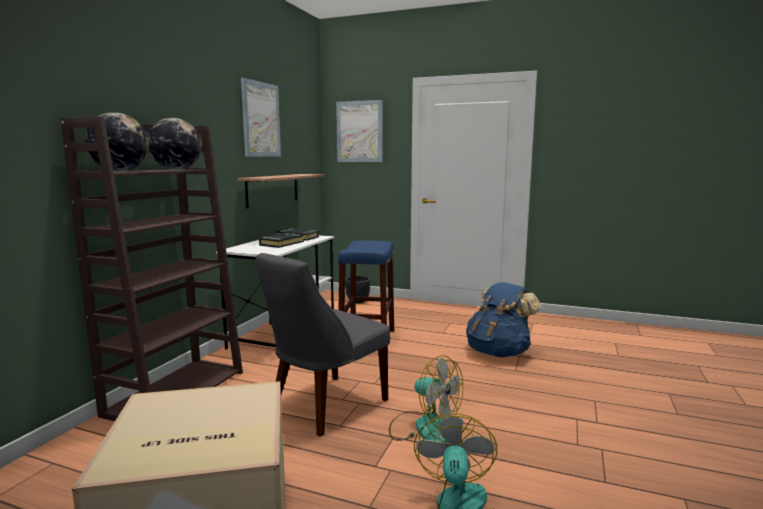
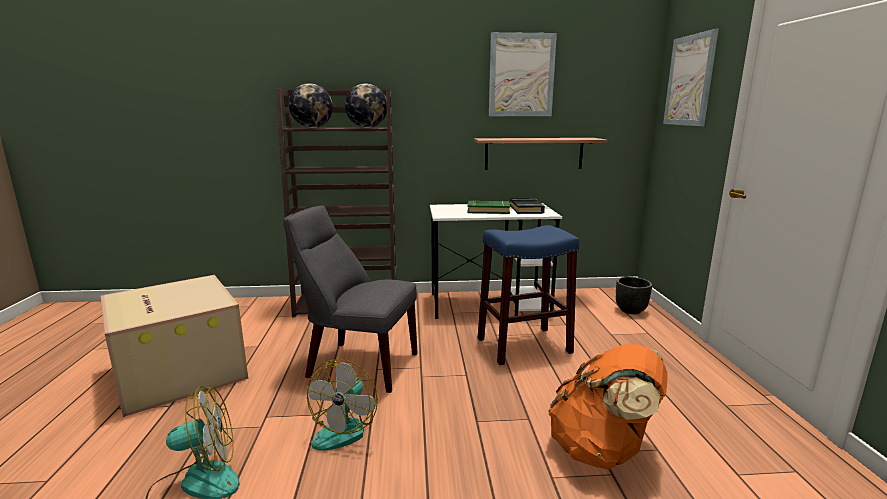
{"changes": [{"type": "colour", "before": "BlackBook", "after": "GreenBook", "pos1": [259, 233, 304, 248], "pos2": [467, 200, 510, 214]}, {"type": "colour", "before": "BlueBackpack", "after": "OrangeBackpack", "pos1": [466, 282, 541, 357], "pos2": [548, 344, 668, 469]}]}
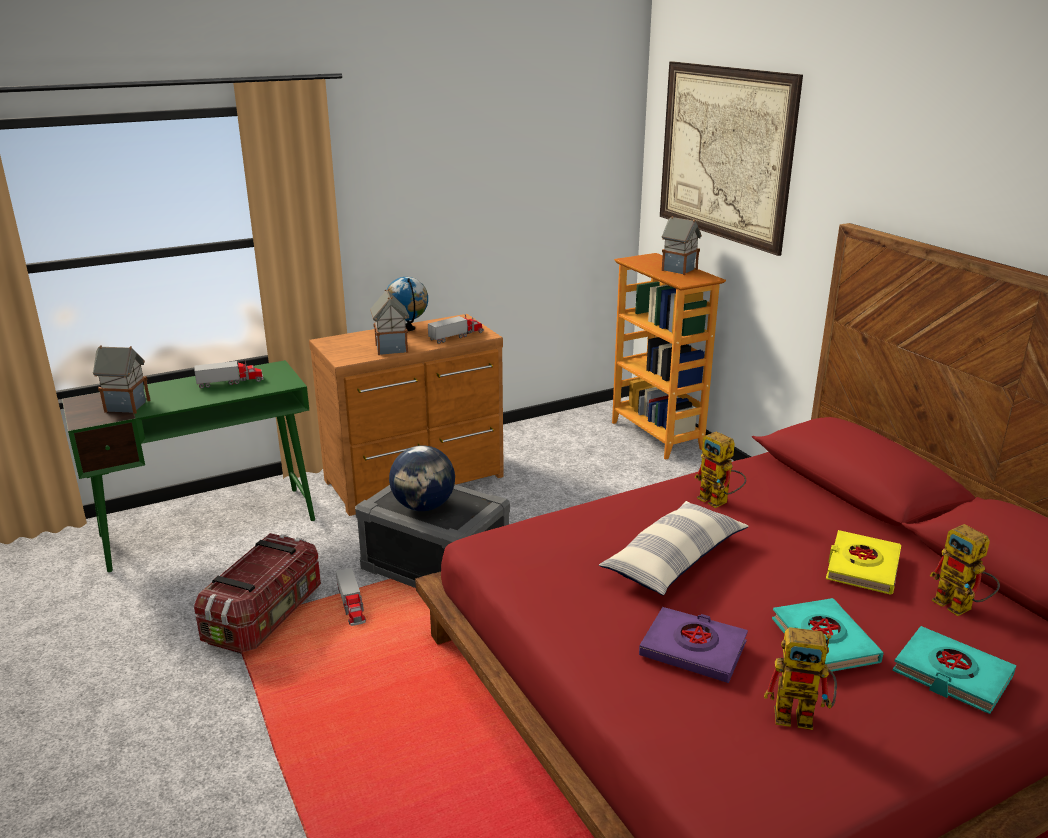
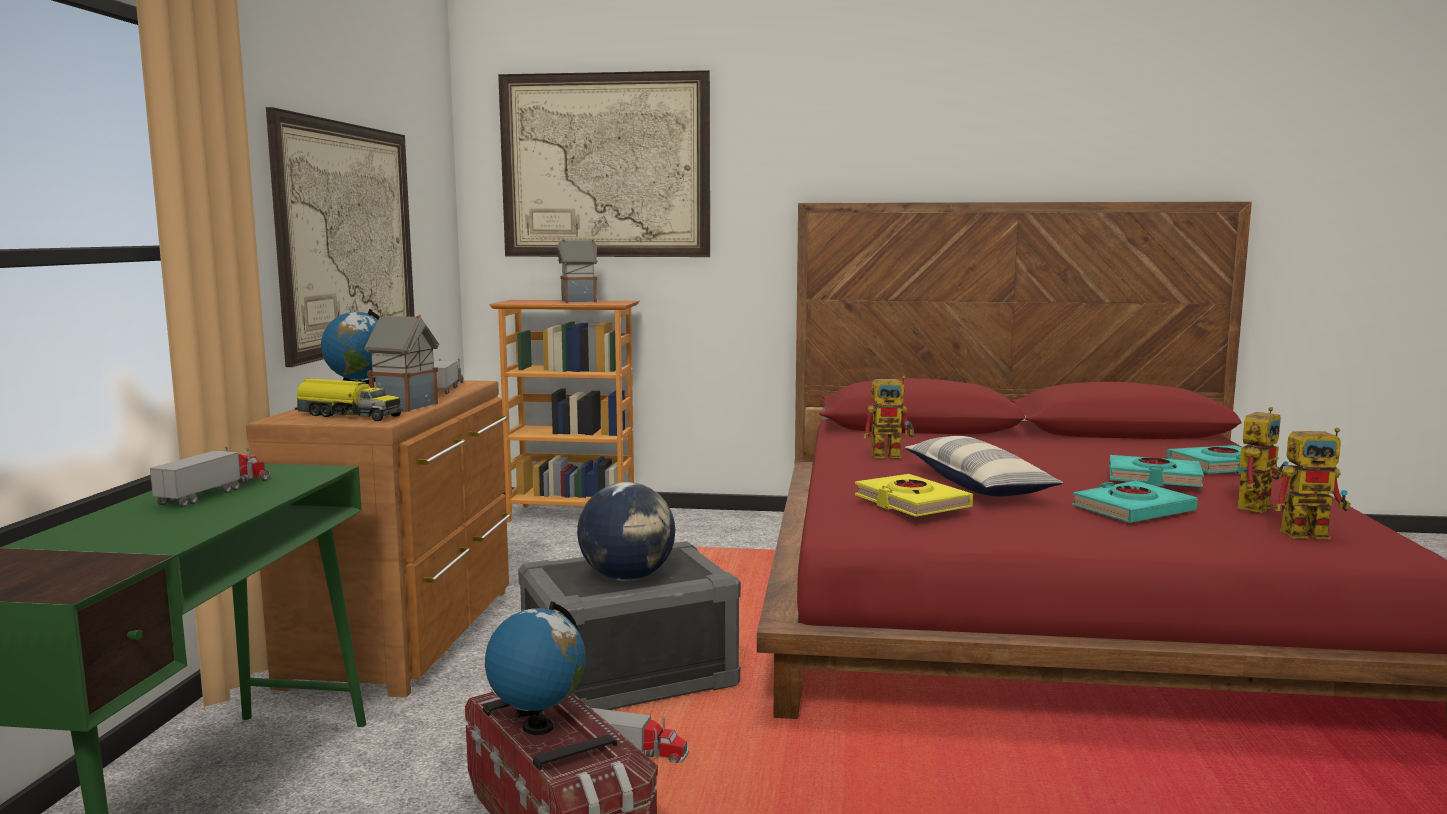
{"changes": [{"type": "missing", "before": "ToyHouse", "pos1": [93, 345, 151, 414]}, {"type": "colour", "before": "PurpleBook", "after": "TurquoiseBook", "pos1": [639, 607, 748, 683], "pos2": [1072, 481, 1198, 523]}, {"type": "relocated", "before": "YellowBook", "pos1": [826, 530, 901, 595], "pos2": [855, 474, 973, 517]}, {"type": "relocated", "before": "ToyRobot", "pos1": [930, 524, 1000, 616], "pos2": [1275, 428, 1351, 539]}, {"type": "appeared", "after": "Picture", "pos2": [266, 107, 415, 367]}, {"type": "appeared", "after": "ToyTruck", "pos2": [295, 378, 402, 421]}, {"type": "appeared", "after": "Globe", "pos2": [485, 601, 586, 735]}]}
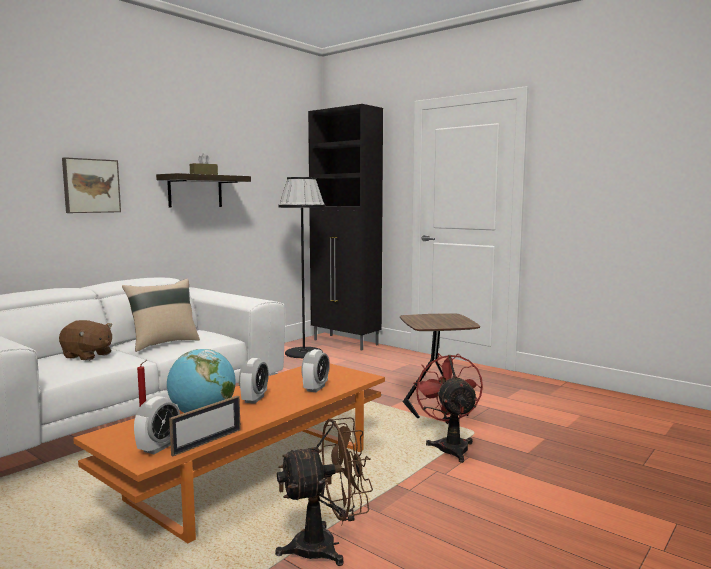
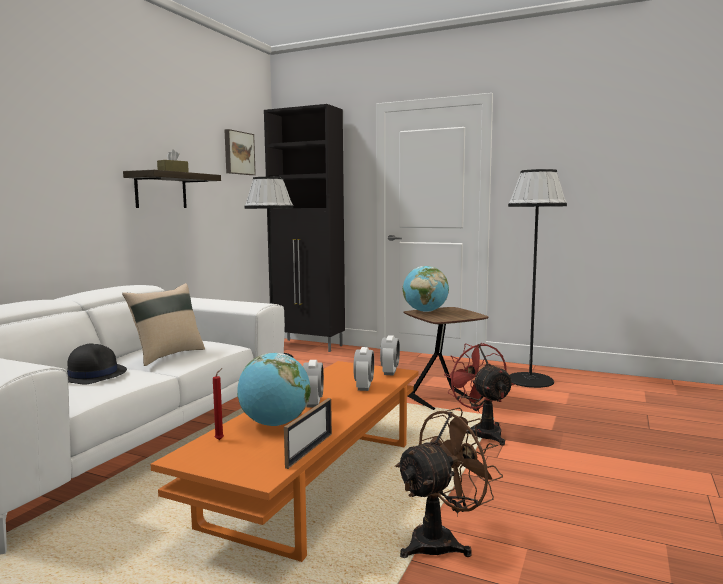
{"changes": [{"type": "exchanged", "before": "BrownPlushToy", "after": "BlackHat", "pos1": [59, 320, 112, 361], "pos2": [67, 343, 127, 384]}, {"type": "relocated", "before": "Picture", "pos1": [62, 157, 121, 213], "pos2": [225, 129, 256, 175]}, {"type": "relocated", "before": "AlarmClock", "pos1": [134, 396, 180, 454], "pos2": [380, 335, 400, 376]}, {"type": "appeared", "after": "Globe", "pos2": [403, 266, 449, 312]}, {"type": "appeared", "after": "BlackFloorLamp", "pos2": [508, 169, 567, 388]}]}
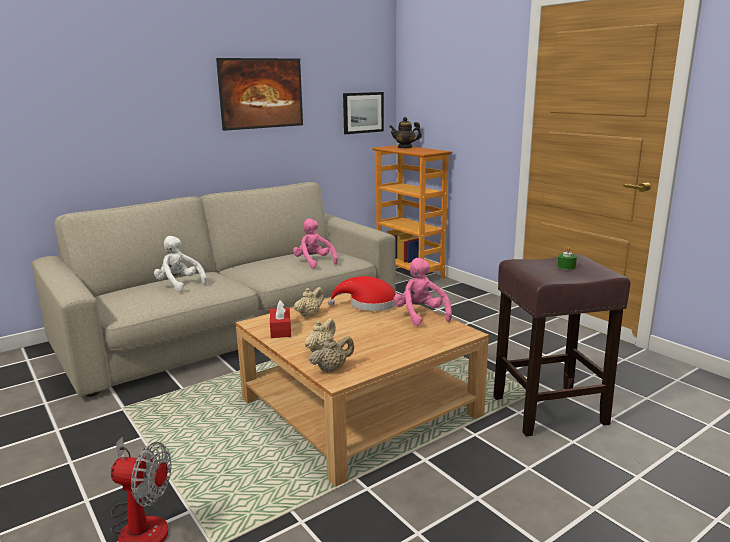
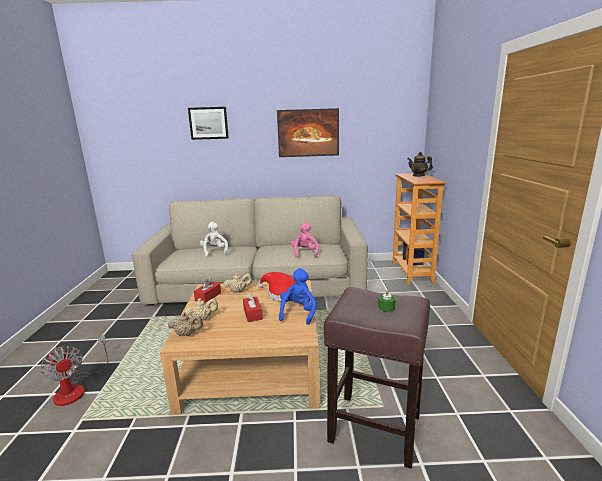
{"changes": [{"type": "relocated", "before": "Picture", "pos1": [343, 92, 384, 134], "pos2": [188, 107, 229, 140]}, {"type": "colour", "before": "PinkPlushToy", "after": "BluePlushToy", "pos1": [393, 258, 452, 326], "pos2": [279, 268, 316, 325]}, {"type": "appeared", "after": "RedTissueBox", "pos2": [243, 293, 263, 322]}]}
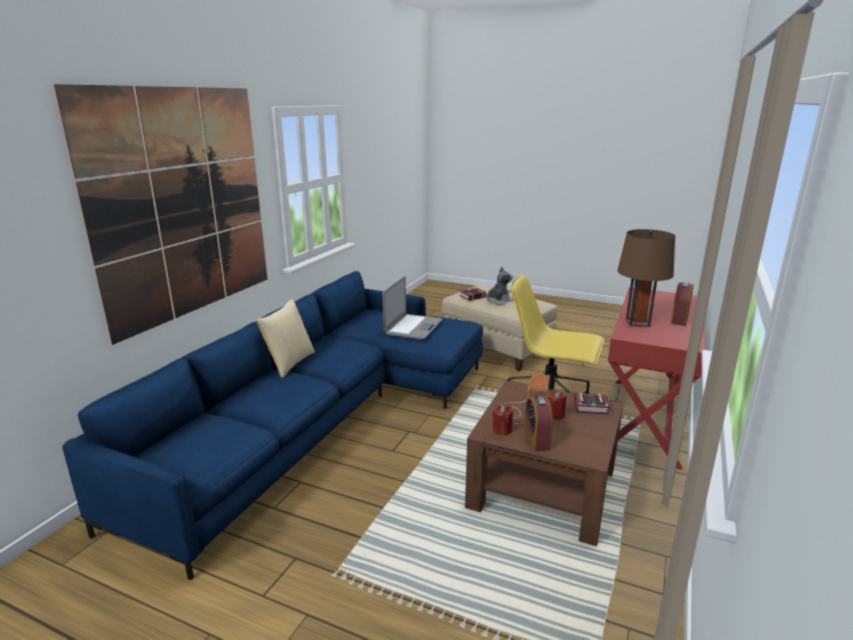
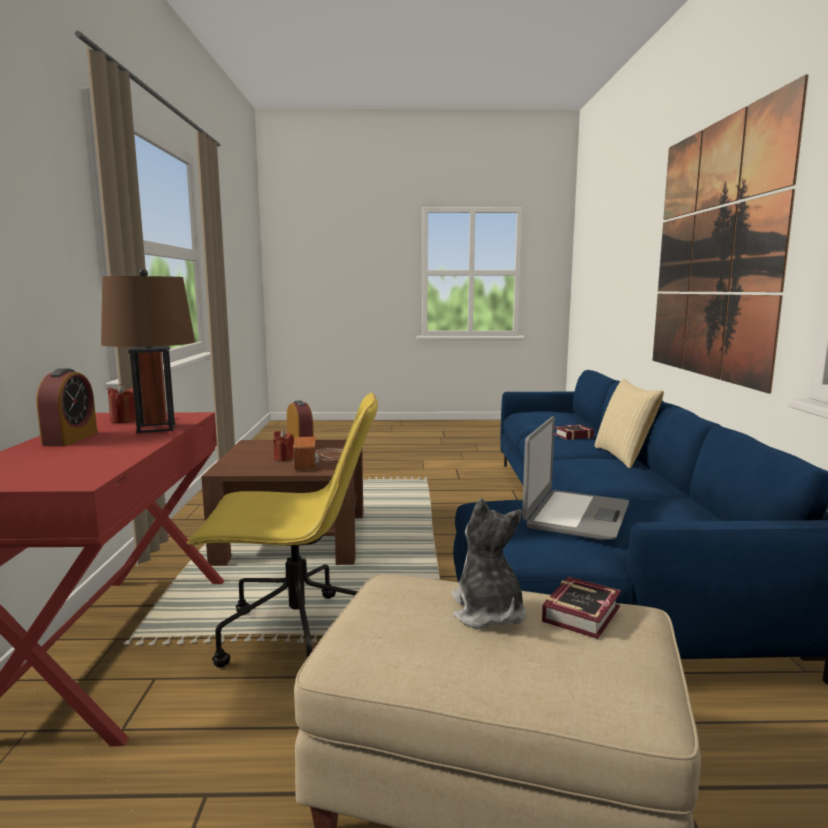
{"changes": [{"type": "spun", "before": "Laptop", "pos1": [383, 276, 442, 339], "pos2": [522, 416, 629, 540], "turn": -150}, {"type": "spun", "before": "PlushToy", "pos1": [485, 266, 514, 305], "pos2": [452, 498, 526, 629], "turn": 135}, {"type": "relocated", "before": "RedCandle", "pos1": [492, 405, 513, 435], "pos2": [108, 384, 136, 423]}, {"type": "relocated", "before": "Book", "pos1": [574, 393, 611, 415], "pos2": [554, 425, 594, 440]}]}
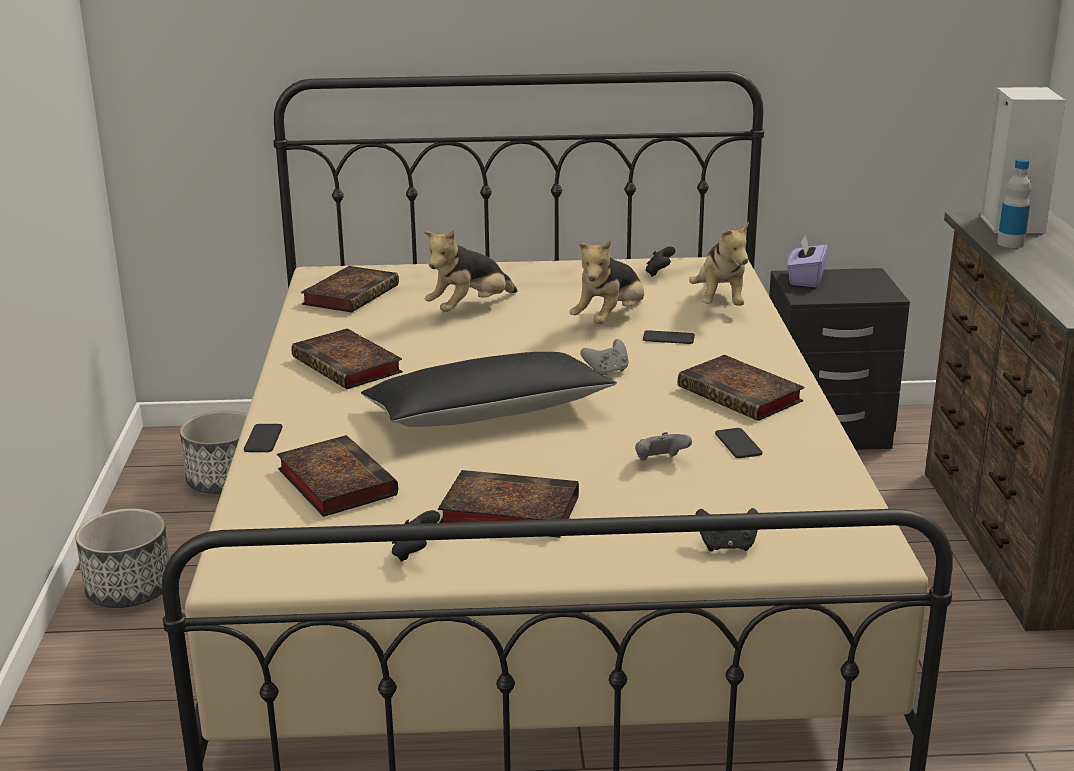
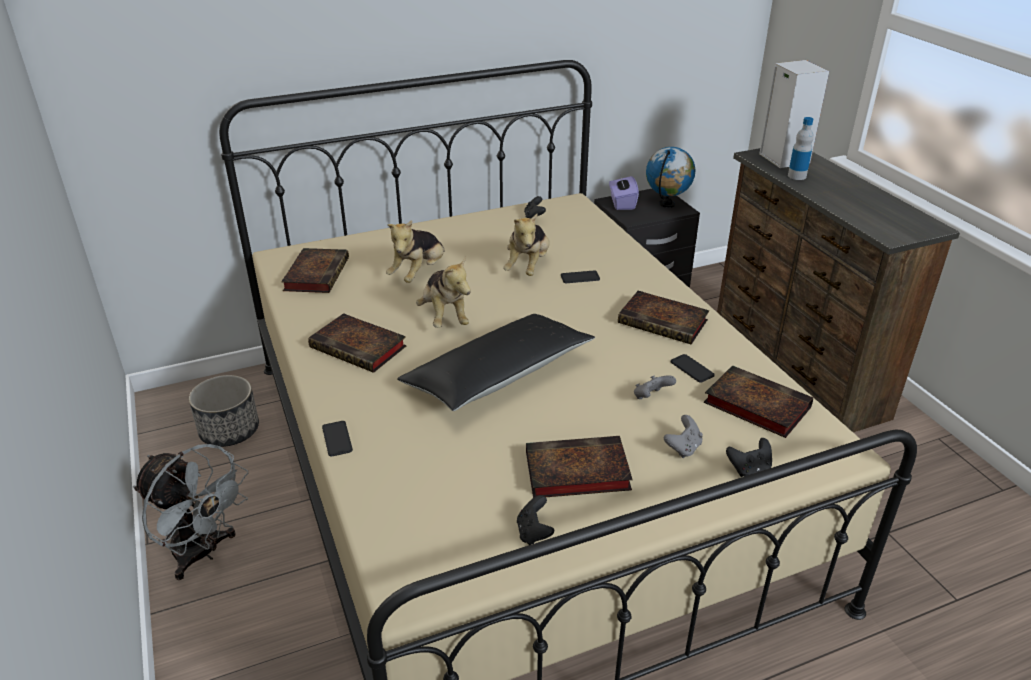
{"changes": [{"type": "exchanged", "before": "Planter", "after": "GreyFan", "pos1": [75, 509, 170, 608], "pos2": [133, 444, 248, 580]}, {"type": "relocated", "before": "Book", "pos1": [277, 435, 398, 517], "pos2": [704, 365, 813, 438]}, {"type": "relocated", "before": "GreyGameController", "pos1": [581, 339, 629, 375], "pos2": [664, 415, 703, 458]}, {"type": "relocated", "before": "PlushToy", "pos1": [689, 222, 749, 306], "pos2": [416, 257, 471, 328]}, {"type": "appeared", "after": "Globe", "pos2": [646, 147, 695, 208]}]}
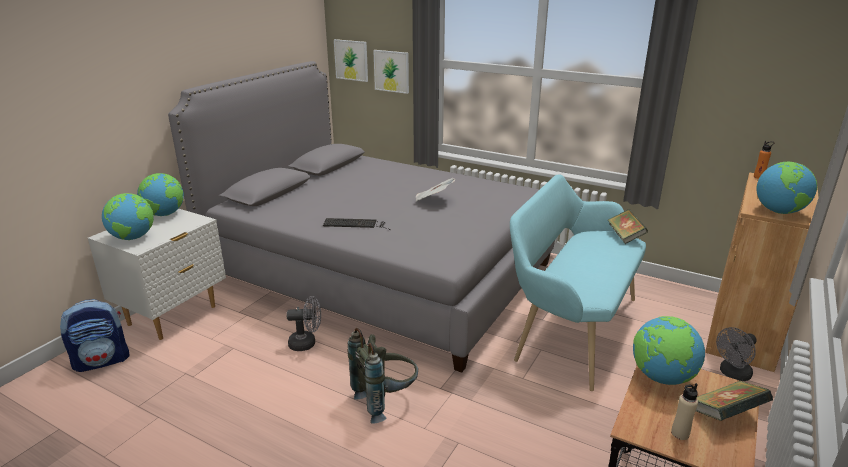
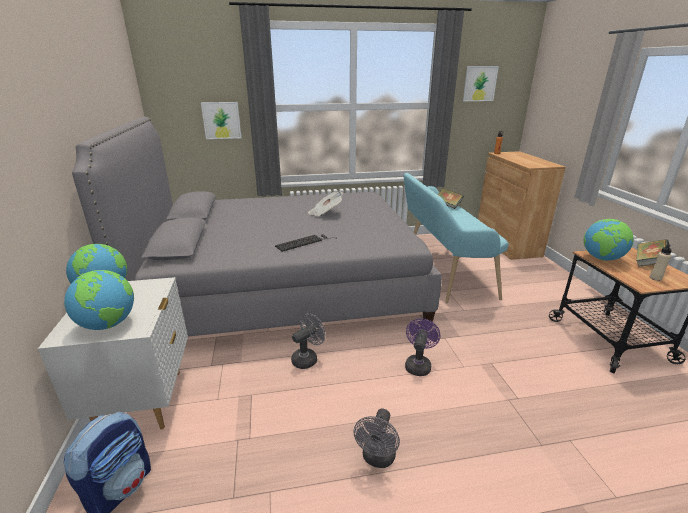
{"changes": [{"type": "relocated", "before": "Picture", "pos1": [334, 39, 368, 82], "pos2": [463, 66, 499, 101]}, {"type": "exchanged", "before": "GreyBackpack", "after": "PurpleFan", "pos1": [347, 328, 418, 423], "pos2": [405, 318, 440, 376]}, {"type": "relocated", "before": "GreyFan", "pos1": [716, 327, 757, 381], "pos2": [353, 408, 400, 468]}, {"type": "missing", "before": "Globe", "pos1": [757, 162, 817, 214]}]}
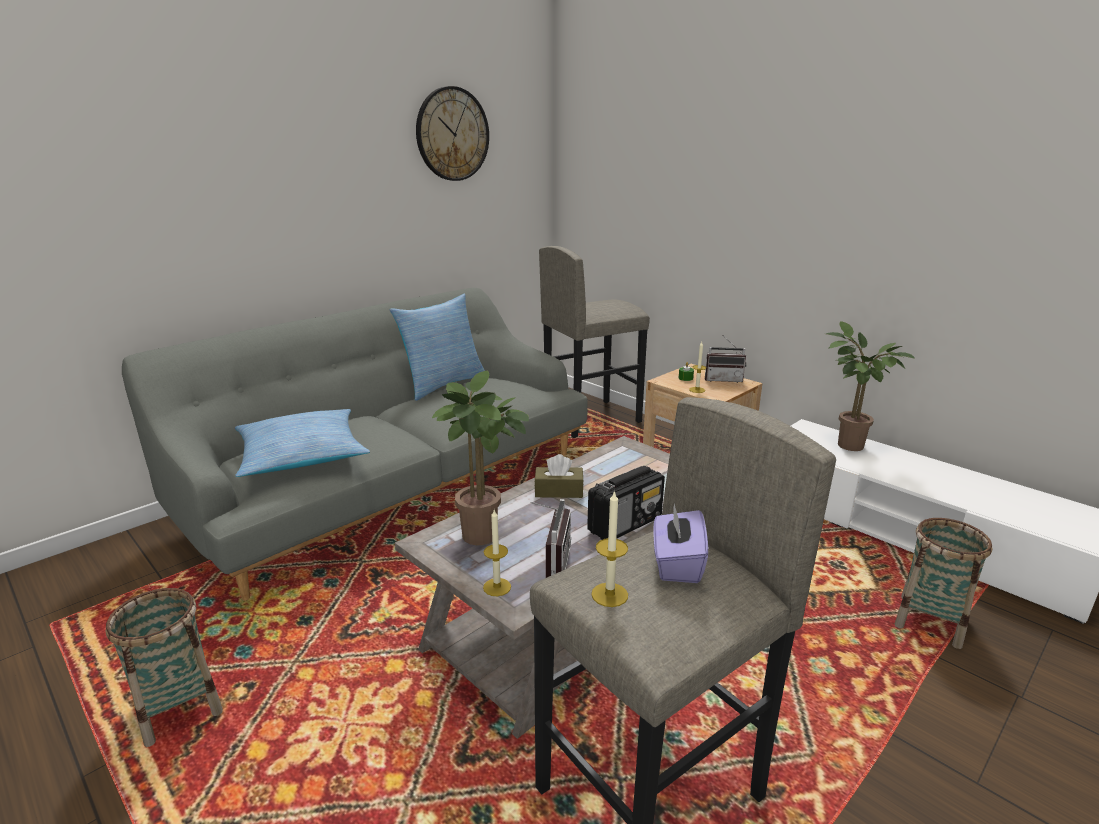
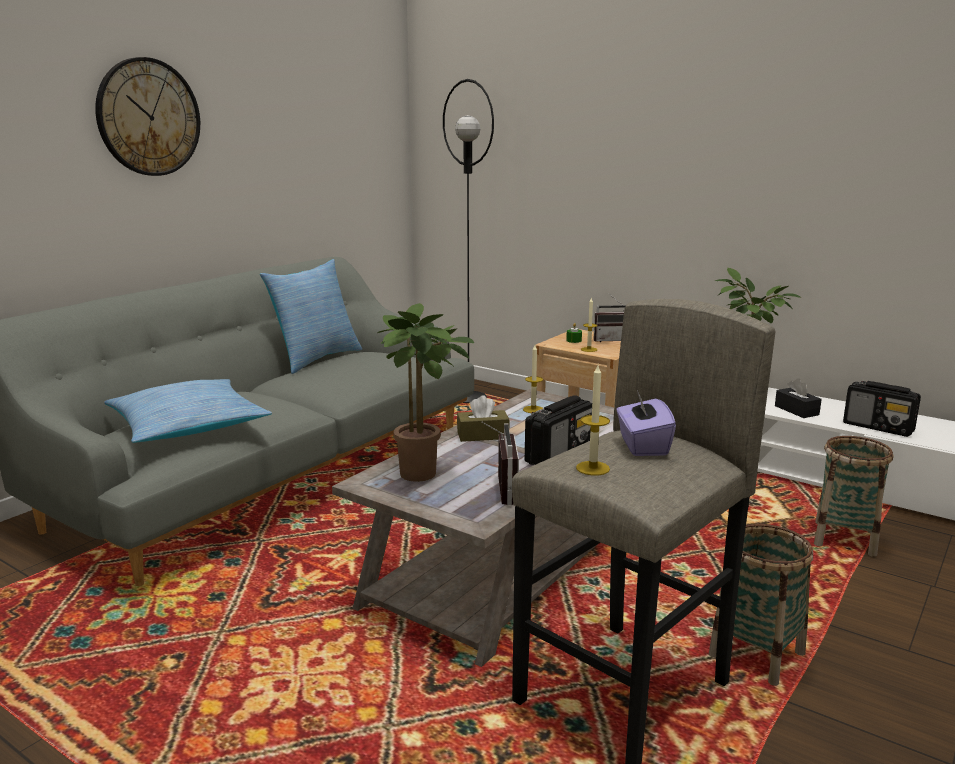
{"changes": [{"type": "relocated", "before": "Basket", "pos1": [106, 588, 223, 747], "pos2": [709, 524, 813, 686]}, {"type": "relocated", "before": "WallClock", "pos1": [416, 86, 489, 181], "pos2": [95, 57, 200, 176]}, {"type": "relocated", "before": "Candle", "pos1": [483, 510, 511, 596], "pos2": [523, 345, 543, 413]}, {"type": "exchanged", "before": "GreyStool", "after": "BlackFloorLamp", "pos1": [539, 246, 650, 438], "pos2": [443, 79, 494, 403]}, {"type": "appeared", "after": "BlackTissueBox", "pos2": [775, 378, 822, 418]}, {"type": "appeared", "after": "Radio", "pos2": [843, 381, 921, 437]}]}
